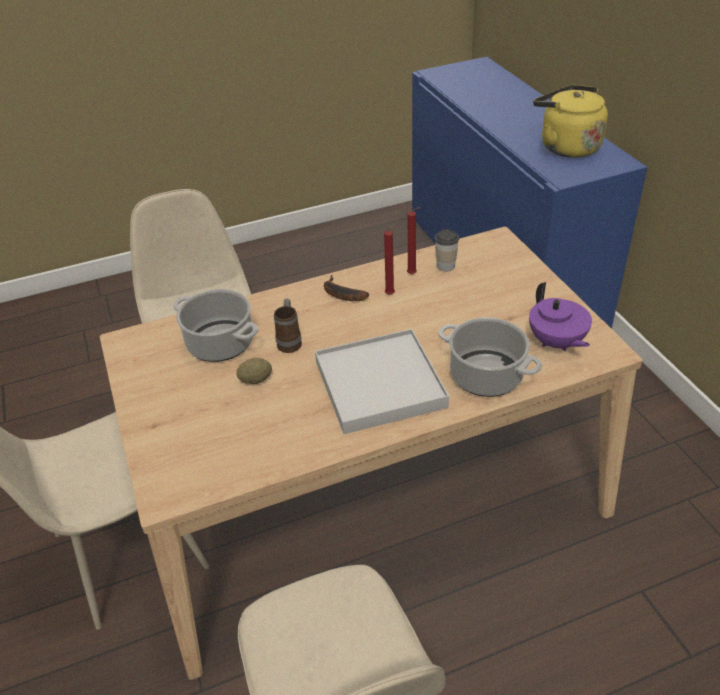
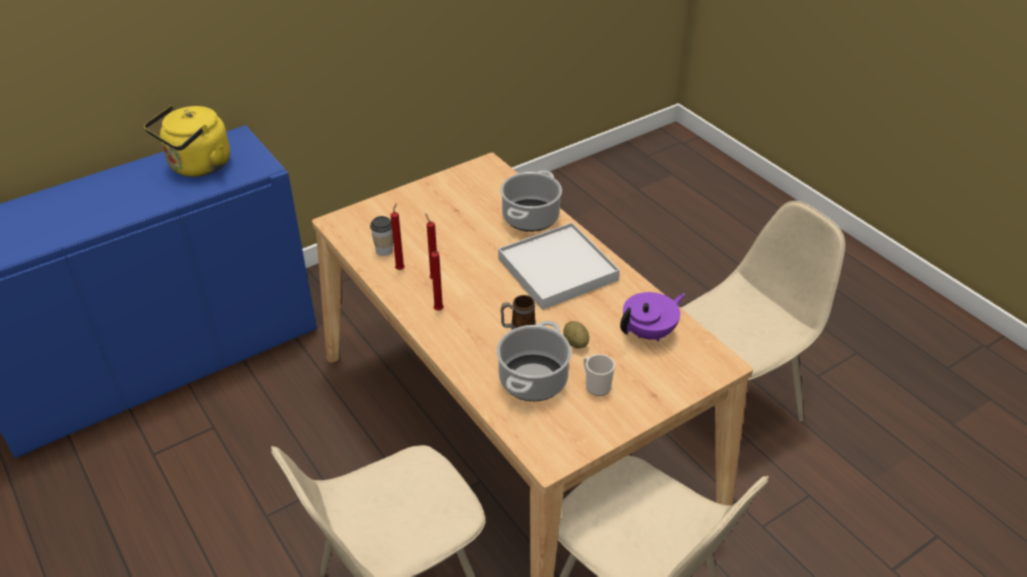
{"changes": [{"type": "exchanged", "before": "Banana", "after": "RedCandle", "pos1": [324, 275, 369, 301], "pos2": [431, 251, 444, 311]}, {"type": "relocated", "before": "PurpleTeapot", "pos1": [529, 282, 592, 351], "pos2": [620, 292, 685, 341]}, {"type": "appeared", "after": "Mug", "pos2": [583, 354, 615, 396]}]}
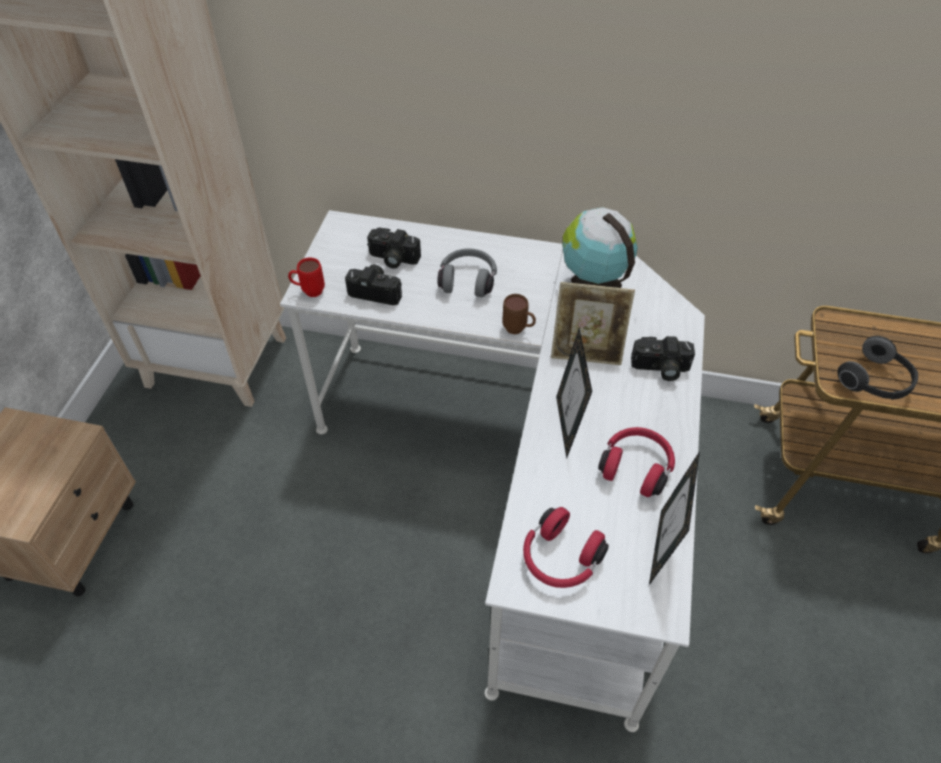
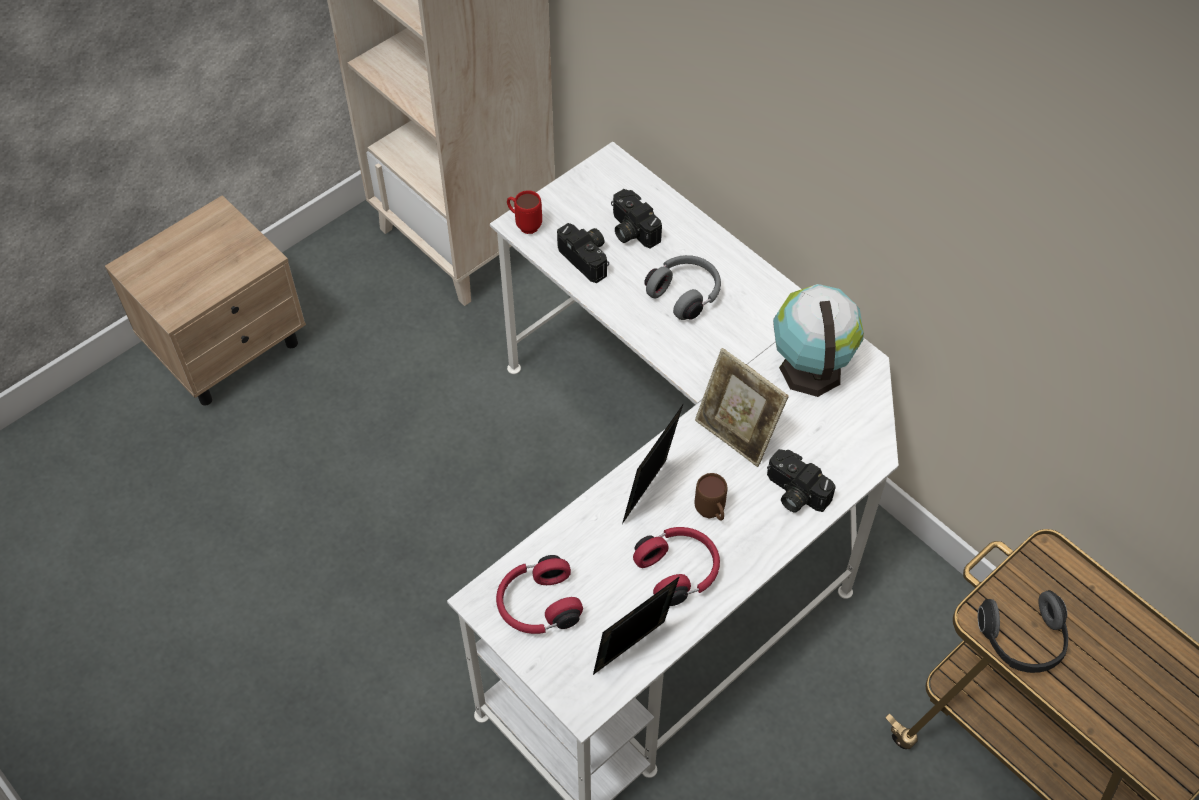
{"changes": [{"type": "relocated", "before": "BrownMug", "pos1": [502, 294, 536, 334], "pos2": [695, 473, 727, 521]}]}
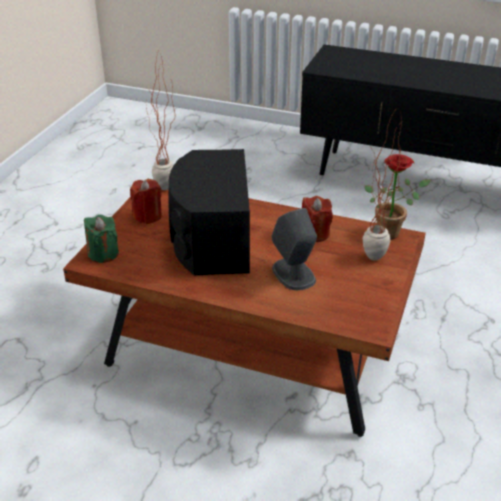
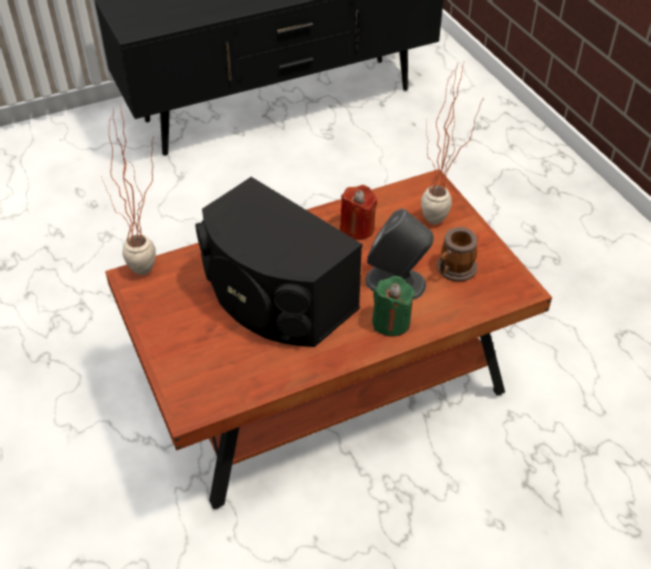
{"changes": [{"type": "relocated", "before": "GreenCandle", "pos1": [84, 215, 119, 263], "pos2": [372, 276, 415, 337]}, {"type": "missing", "before": "RedCandle", "pos1": [130, 180, 162, 224]}, {"type": "missing", "before": "PottedPlant", "pos1": [365, 154, 431, 240]}, {"type": "appeared", "after": "Mug", "pos2": [437, 227, 477, 281]}]}
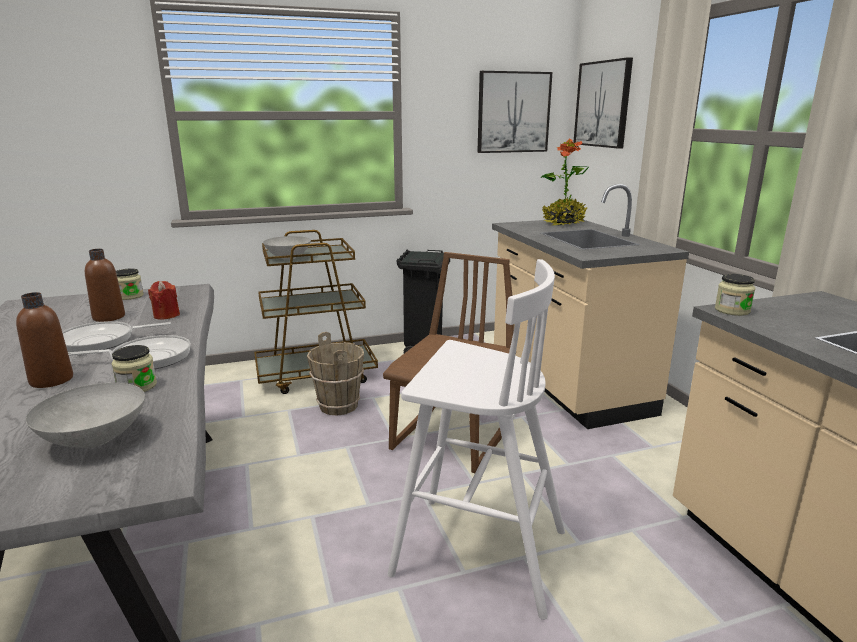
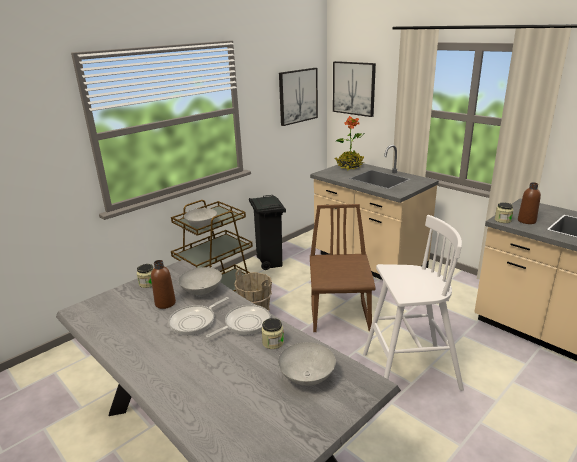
{"changes": [{"type": "relocated", "before": "BrownBottle", "pos1": [16, 292, 73, 388], "pos2": [518, 182, 541, 224]}, {"type": "exchanged", "before": "RedCandle", "after": "GreyBowl", "pos1": [148, 281, 180, 320], "pos2": [178, 267, 222, 295]}]}
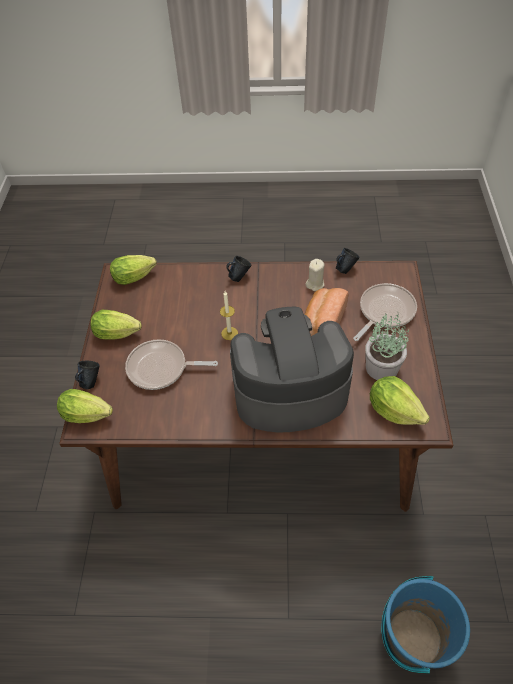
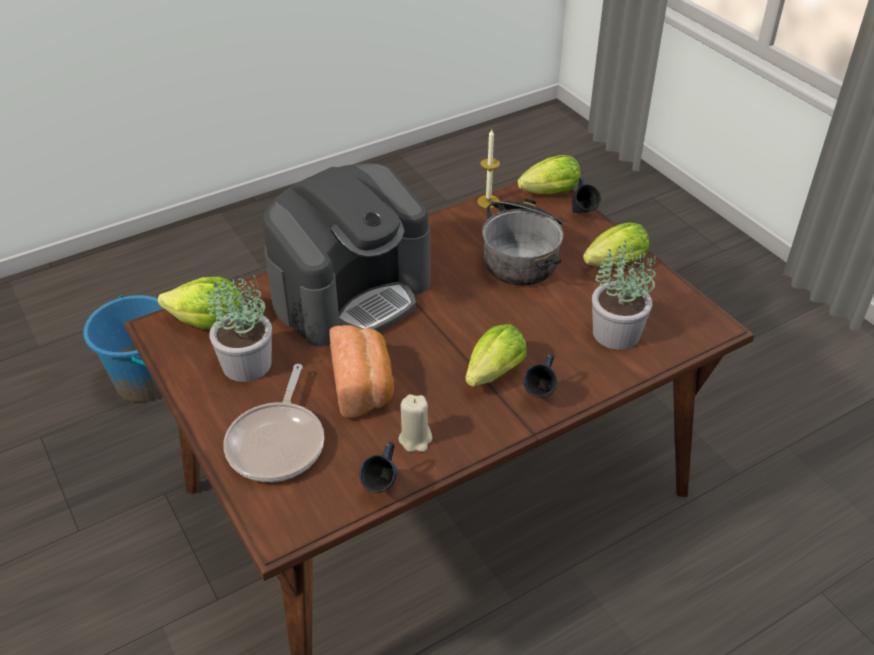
{"changes": [{"type": "relocated", "before": "Lettuce", "pos1": [110, 255, 157, 285], "pos2": [465, 324, 527, 387]}, {"type": "exchanged", "before": "FryingPan", "after": "CookingPot", "pos1": [125, 339, 218, 390], "pos2": [482, 198, 563, 285]}, {"type": "relocated", "before": "Candle", "pos1": [220, 291, 238, 340], "pos2": [478, 130, 500, 208]}, {"type": "appeared", "after": "PottedPlant", "pos2": [592, 240, 656, 350]}]}
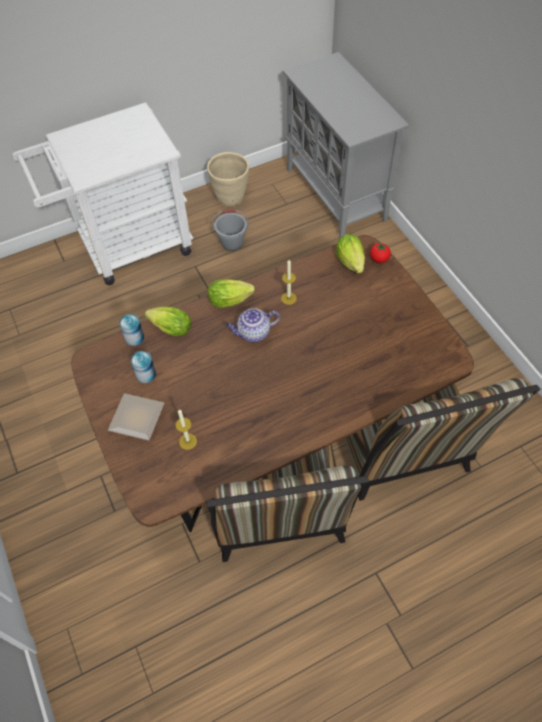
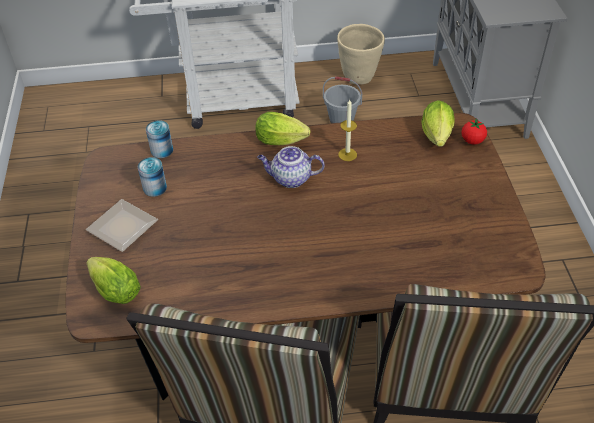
{"changes": [{"type": "relocated", "before": "Lettuce", "pos1": [145, 307, 192, 336], "pos2": [87, 257, 141, 304]}, {"type": "missing", "before": "Candle", "pos1": [176, 409, 197, 450]}]}
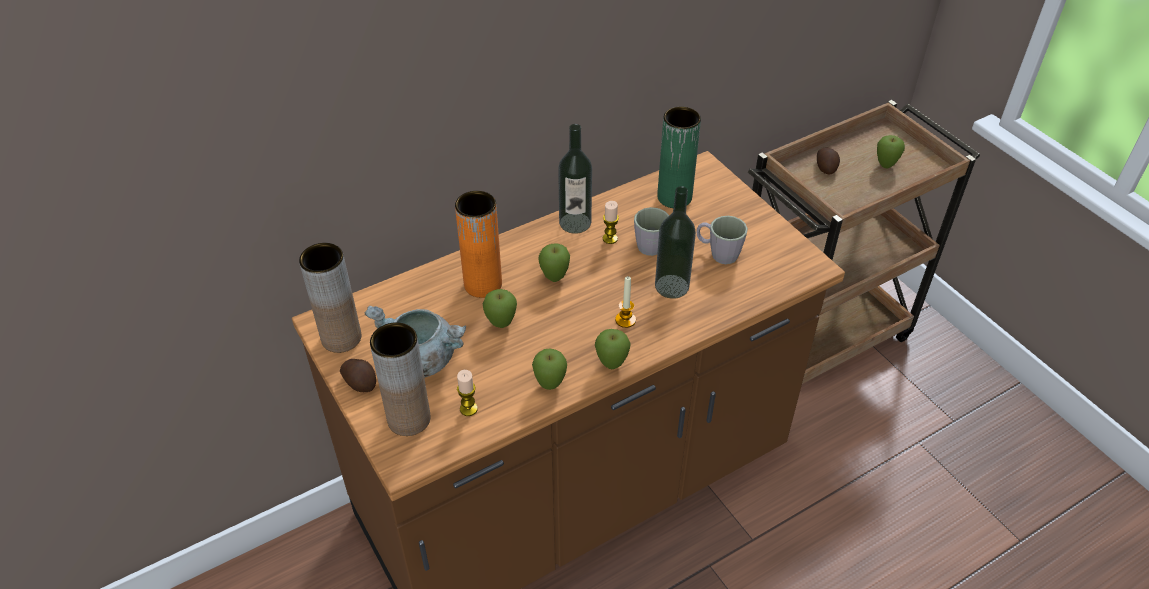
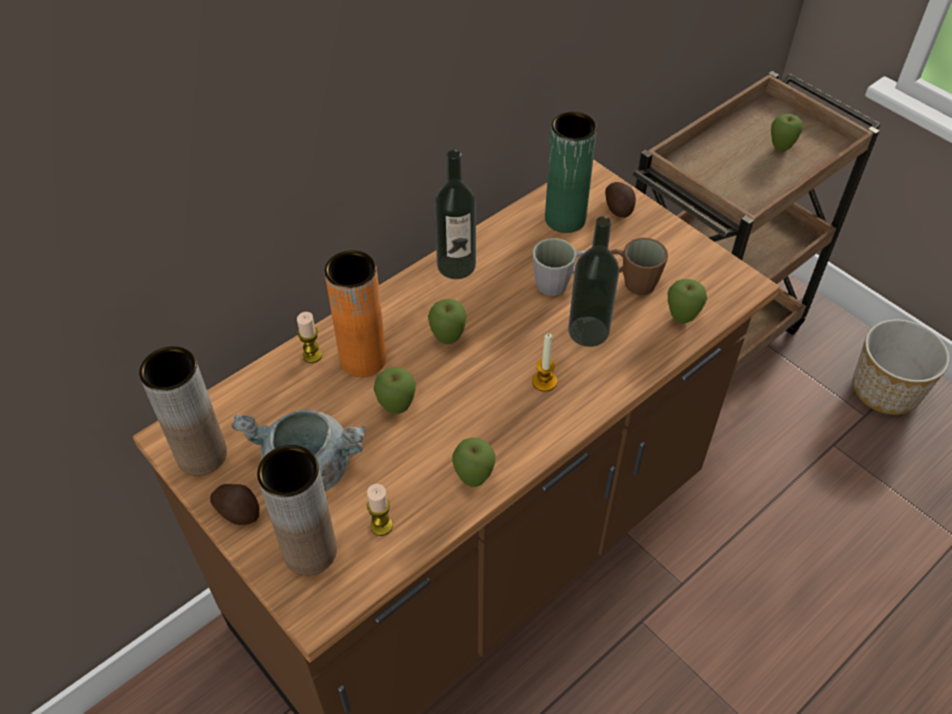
{"changes": [{"type": "relocated", "before": "Apple", "pos1": [595, 329, 631, 369], "pos2": [668, 279, 707, 324]}, {"type": "relocated", "before": "Candle", "pos1": [603, 201, 619, 244], "pos2": [297, 312, 322, 363]}, {"type": "colour", "before": "GreyMug", "after": "BrownMug", "pos1": [696, 216, 748, 264], "pos2": [610, 238, 668, 295]}, {"type": "relocated", "before": "Potato", "pos1": [817, 148, 840, 175], "pos2": [605, 182, 636, 218]}, {"type": "appeared", "after": "Planter", "pos2": [853, 320, 950, 415]}]}
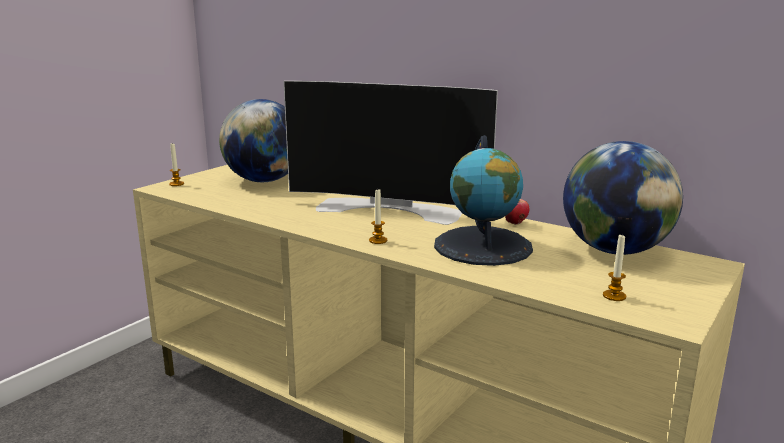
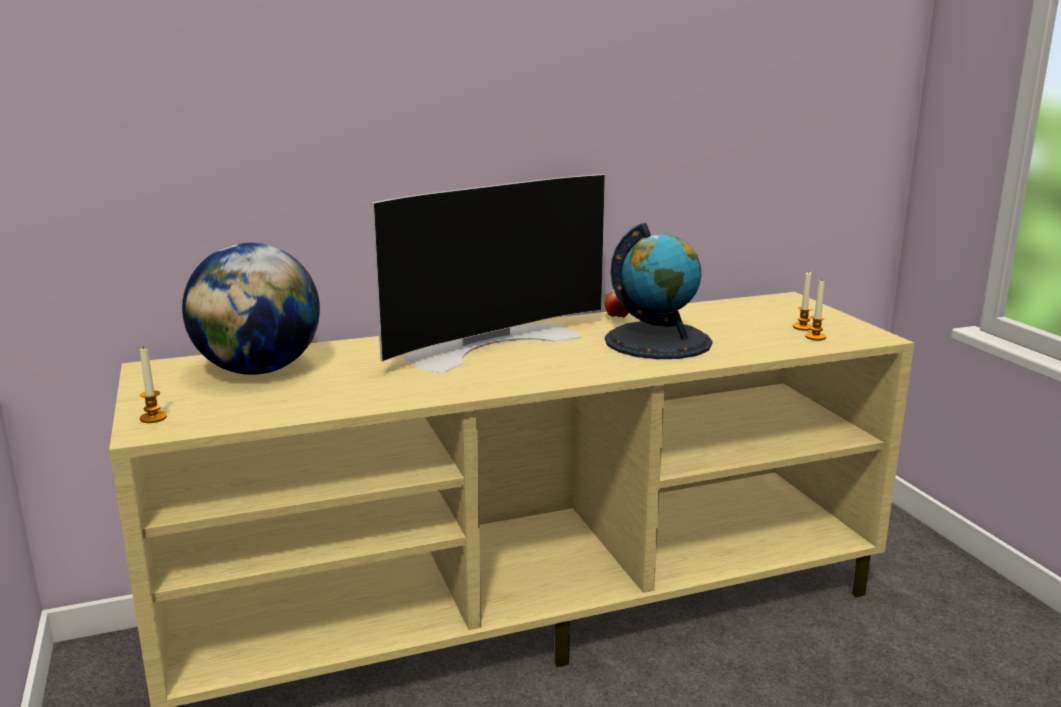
{"changes": [{"type": "relocated", "before": "Candle", "pos1": [369, 189, 387, 244], "pos2": [793, 271, 813, 331]}, {"type": "missing", "before": "Globe", "pos1": [563, 141, 683, 255]}]}
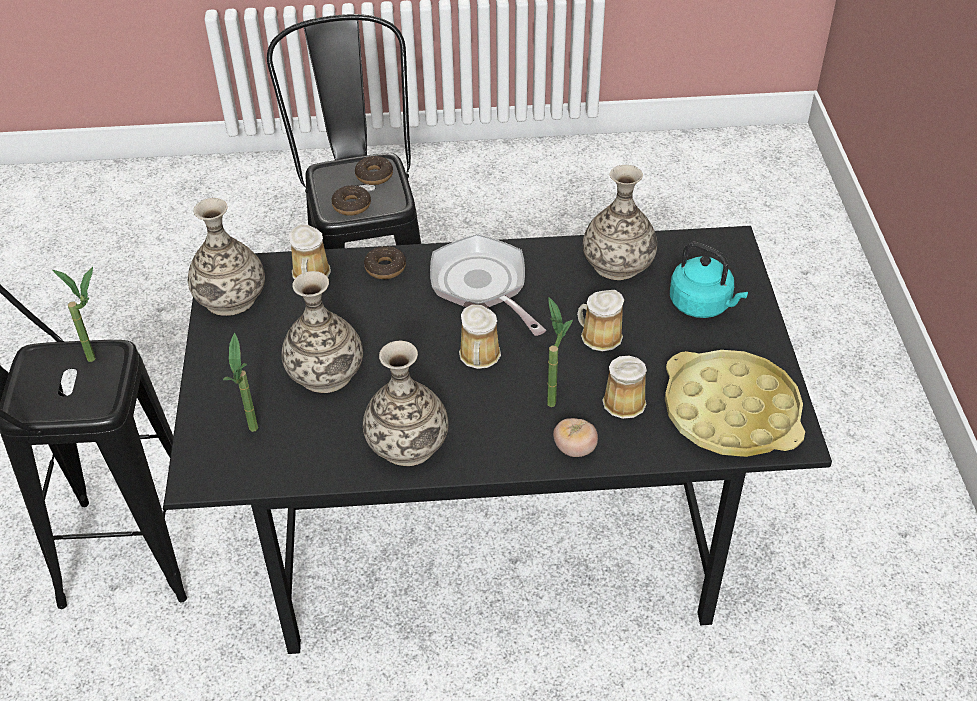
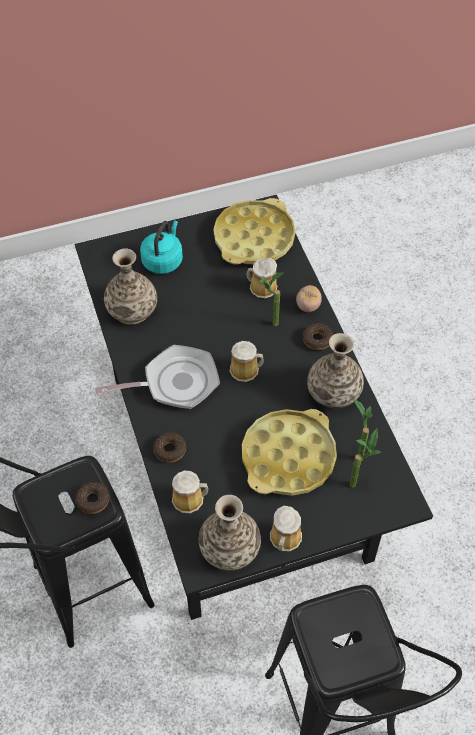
{"changes": [{"type": "relocated", "before": "PottedPlant", "pos1": [53, 267, 95, 362], "pos2": [354, 400, 372, 461]}, {"type": "exchanged", "before": "Vase", "after": "YellowTray", "pos1": [281, 271, 363, 393], "pos2": [242, 409, 337, 496]}, {"type": "relocated", "before": "Donut", "pos1": [355, 156, 393, 185], "pos2": [302, 323, 333, 350]}, {"type": "spun", "before": "FryingPan", "pos1": [430, 234, 546, 336], "pos2": [95, 345, 220, 409], "turn": -150}, {"type": "relocated", "before": "Mug", "pos1": [577, 290, 624, 352], "pos2": [270, 506, 302, 551]}]}
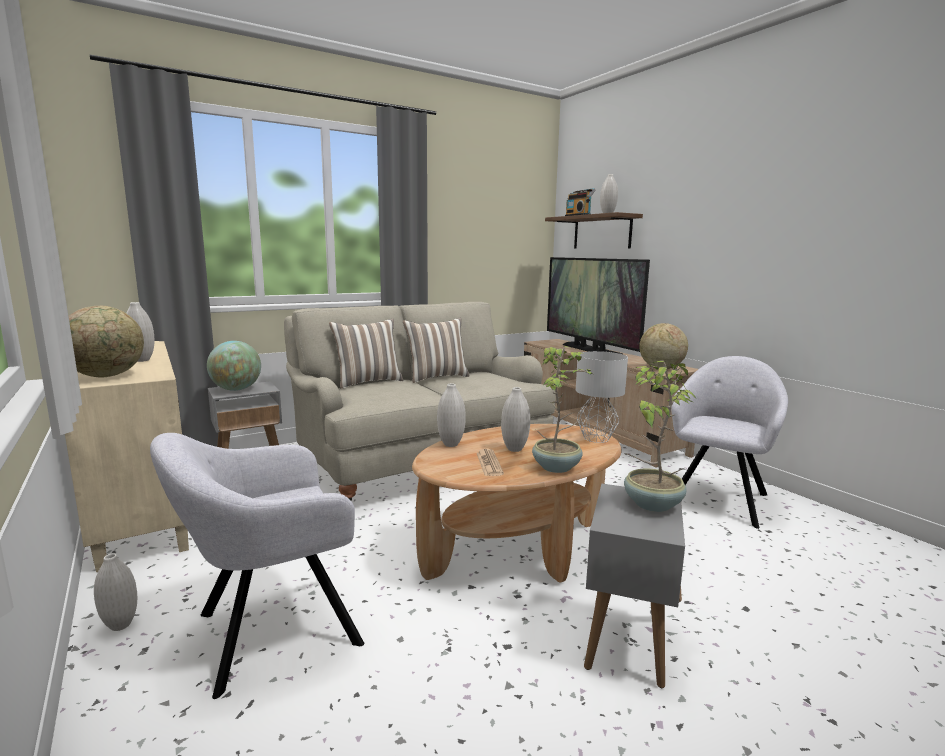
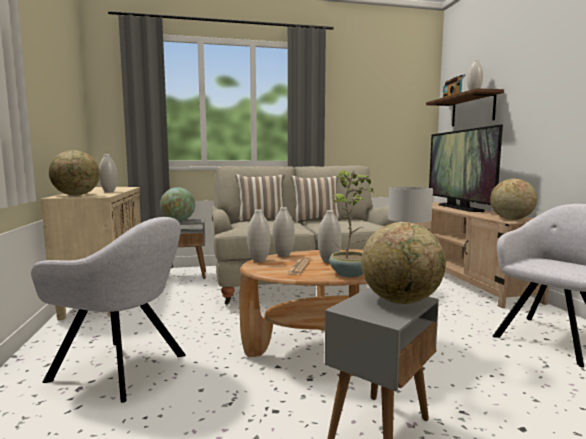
{"changes": [{"type": "relocated", "before": "WhiteVase", "pos1": [94, 554, 137, 631], "pos2": [247, 210, 271, 262]}, {"type": "spun", "before": "GreyArmchair", "pos1": [150, 433, 364, 699], "pos2": [31, 217, 186, 403], "turn": -150}, {"type": "exchanged", "before": "PottedPlant", "after": "Globe", "pos1": [624, 361, 697, 512], "pos2": [361, 222, 446, 304]}]}
